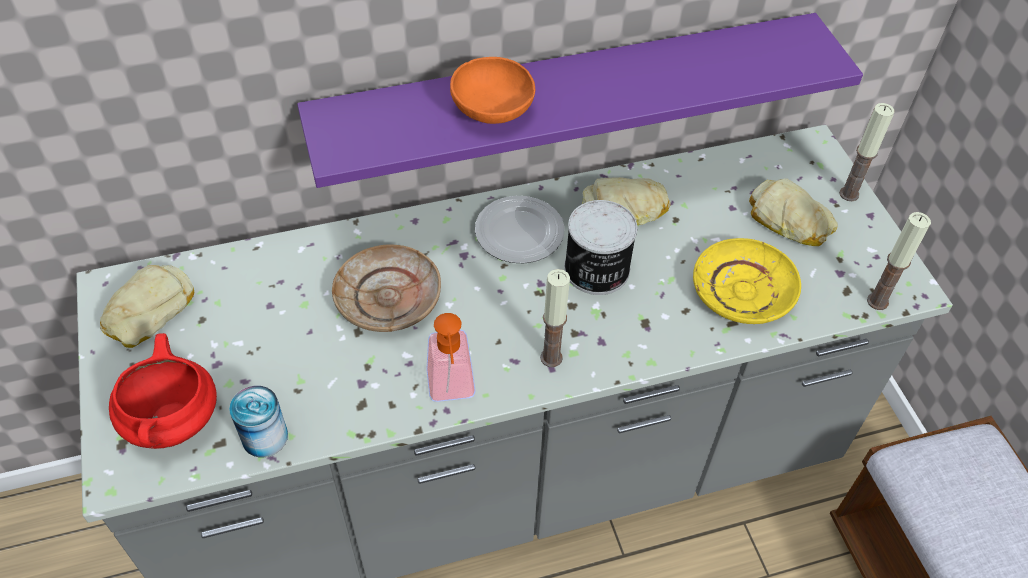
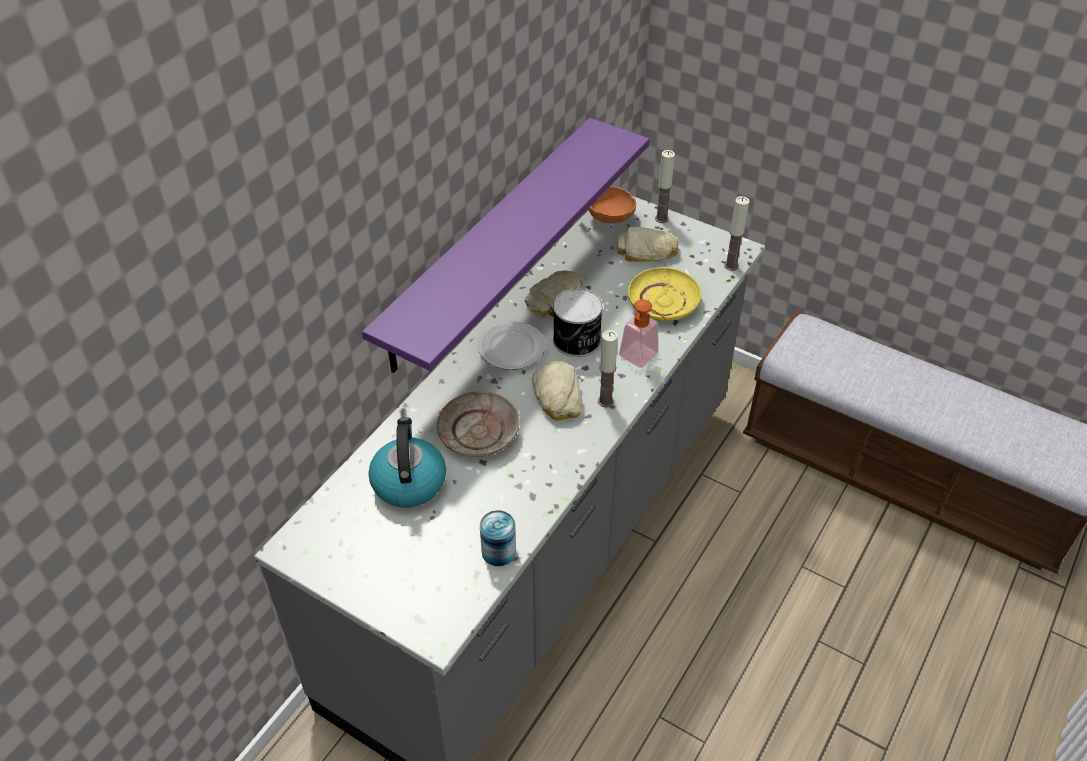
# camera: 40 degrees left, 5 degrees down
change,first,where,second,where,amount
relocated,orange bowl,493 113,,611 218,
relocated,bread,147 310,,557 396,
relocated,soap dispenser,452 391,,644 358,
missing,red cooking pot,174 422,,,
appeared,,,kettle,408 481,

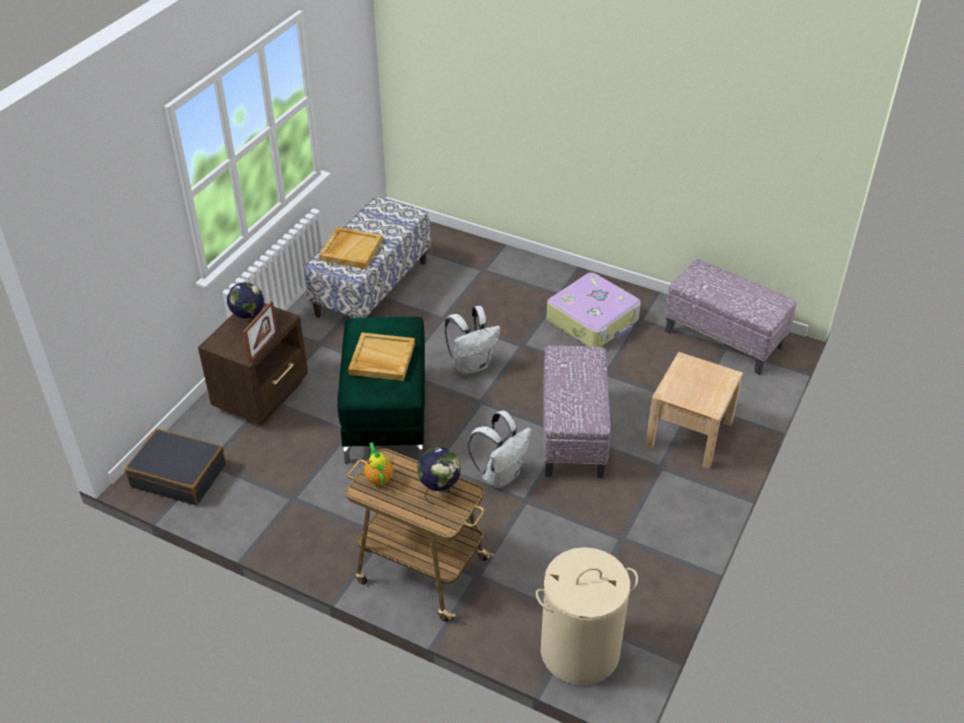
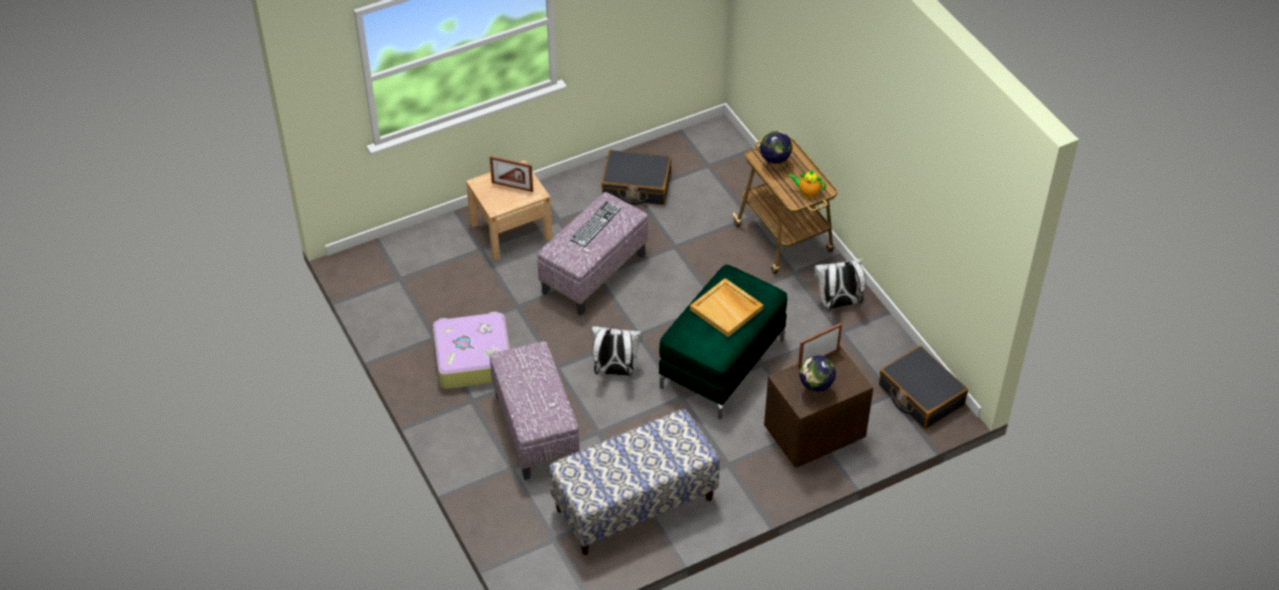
# camera: 145 degrees left, 5 degrees up
change,first,where,second,where,amount
missing,beige tray,351 250,,,
relocated,ottoman,724 339,,534 429,
relocated,white backpack,501 475,,837 304,
spun,teapot,378 477,,807 192,90 degrees clockwise
missing,beige laundry basket,579 651,,,
appeared,,,black suitcase,636 186,
appeared,,,picture frame,512 186,
appeared,,,keyboard,596 224,

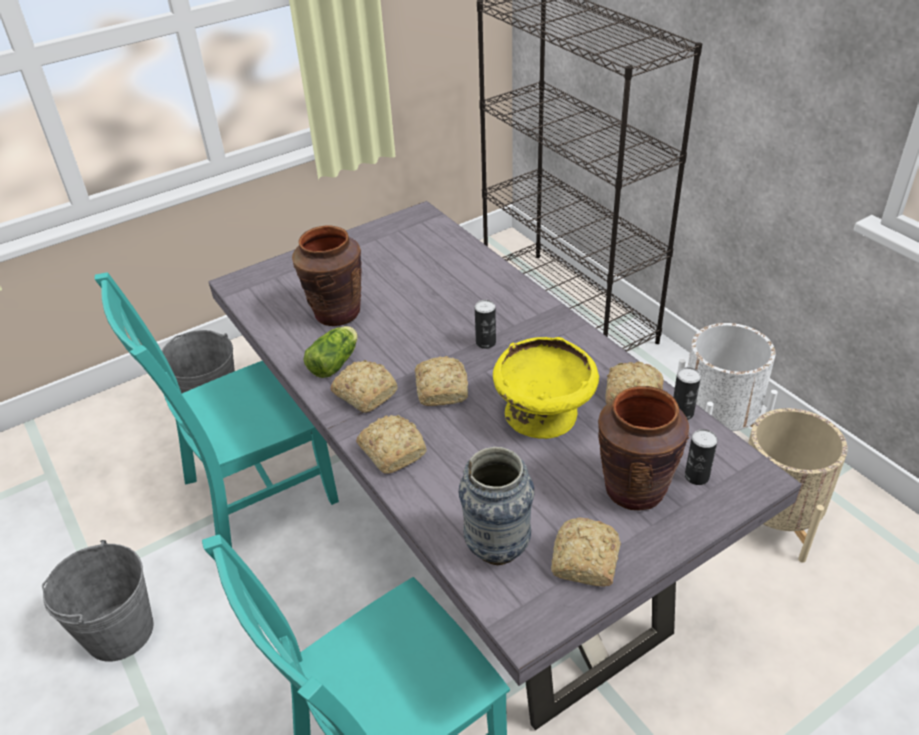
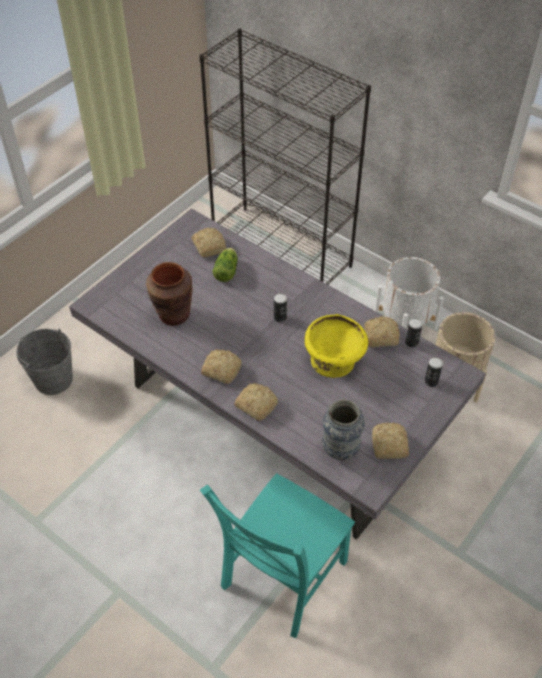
# camera: 20 degrees left, 10 degrees up
change,first,where,second,where,amount
missing,turquoise chair,253 493,,,
relocated,lettuce,336 362,,227 270,
relocated,bread,442 389,,209 246,
missing,brown vase,634 489,,,
missing,grey bucket,119 631,,,

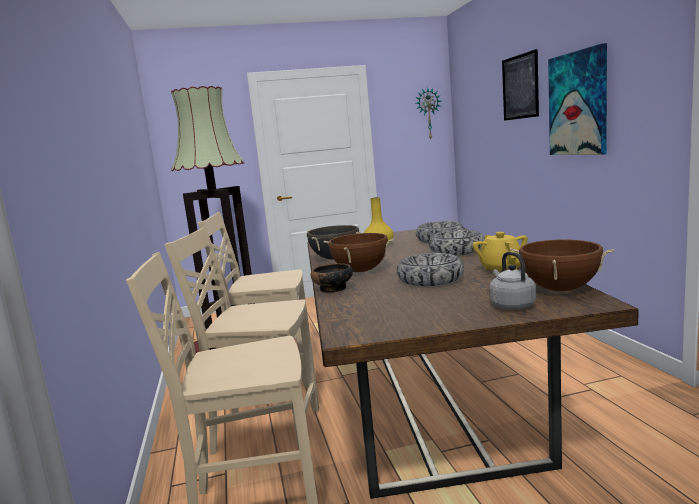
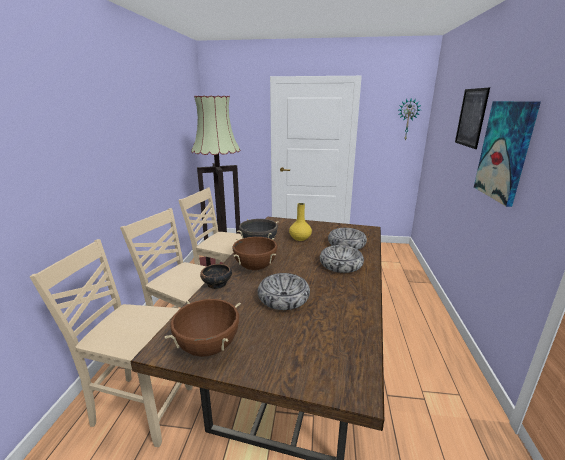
# camera: 20 degrees right, 10 degrees up
change,first,where,second,where,amount
missing,yellow teapot,501 269,,,
relocated,brown cooking pot,560 289,,208 347,
missing,grey kettle,511 305,,,

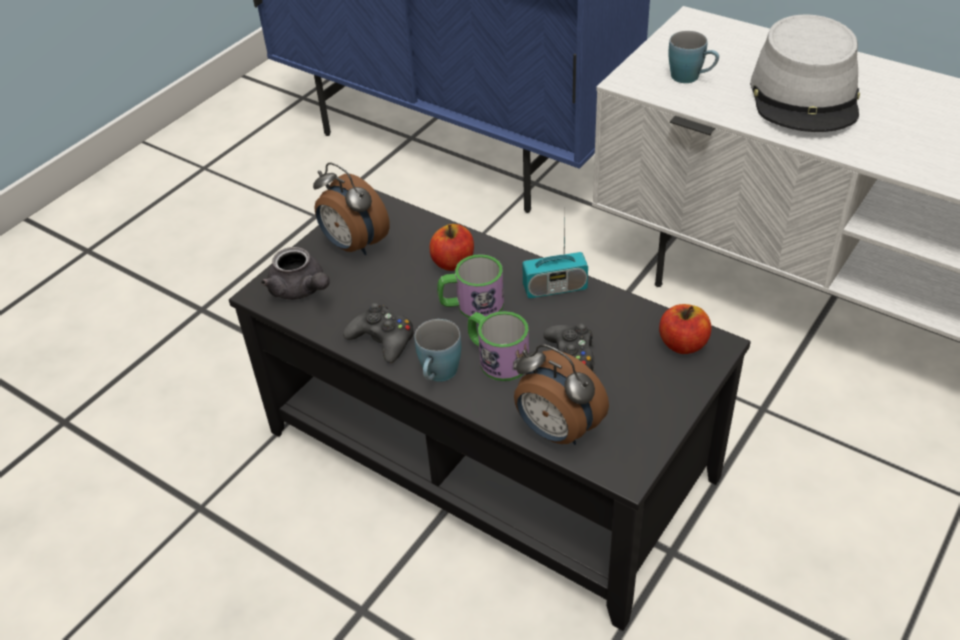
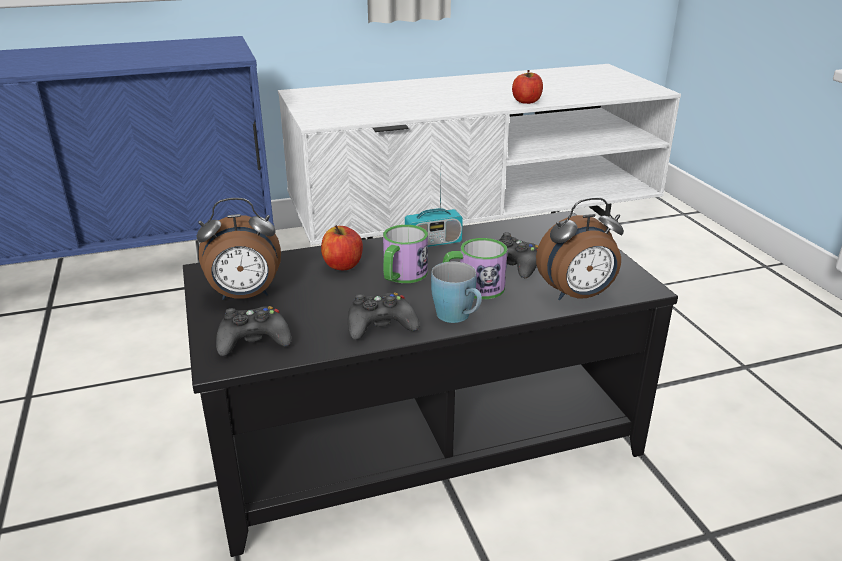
# camera: 55 degrees left, 15 degrees down
change,first,where,second,where,amount
missing,grey hat,805 94,,,
missing,blue mug,691 78,,,
spun,radio,555 288,,433 242,45 degrees clockwise
exchanged,grey teapot,301 290,black game controller,253 340,
relocated,apple,683 344,,526 101,

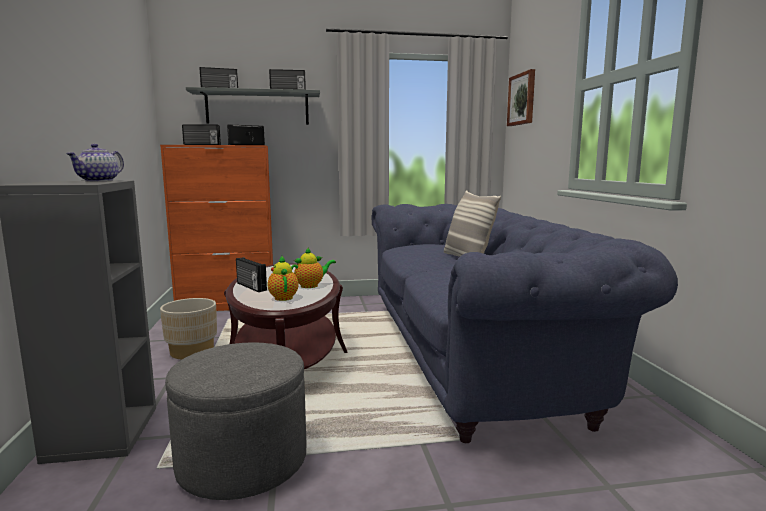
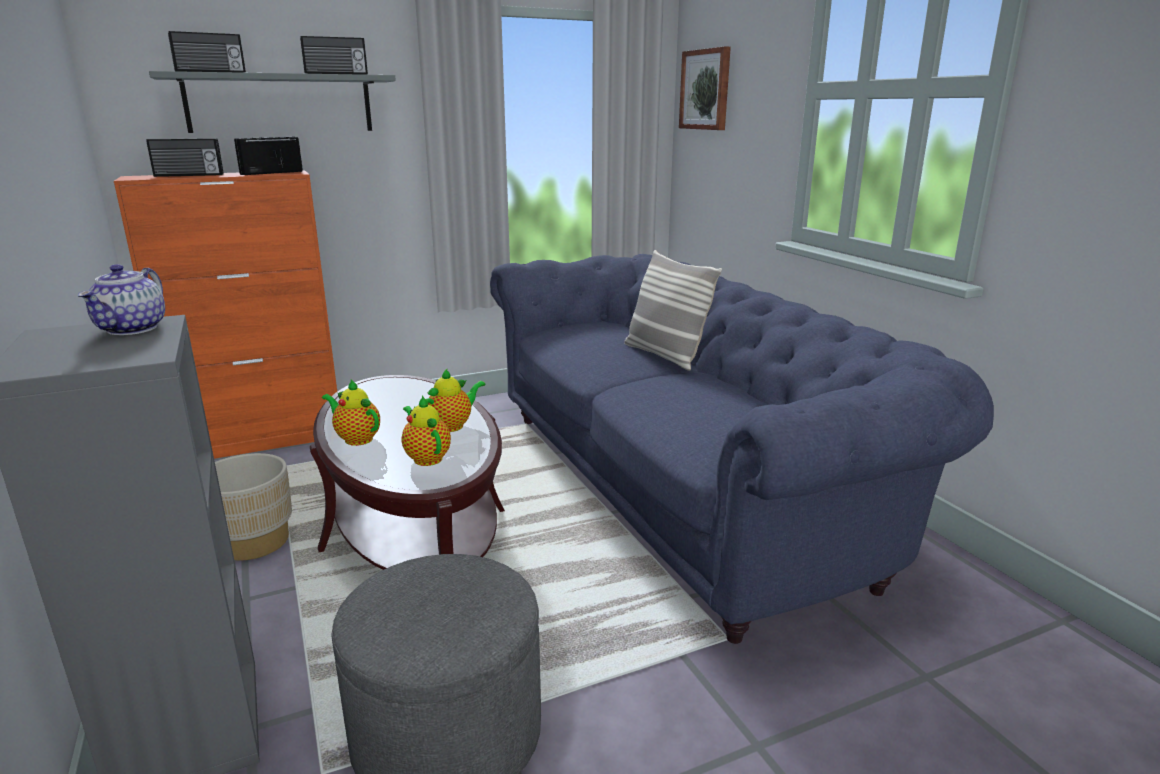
# camera: 15 degrees left, 10 degrees up
change,first,where,second,where,amount
exchanged,radio,250 287,teapot,356 438,

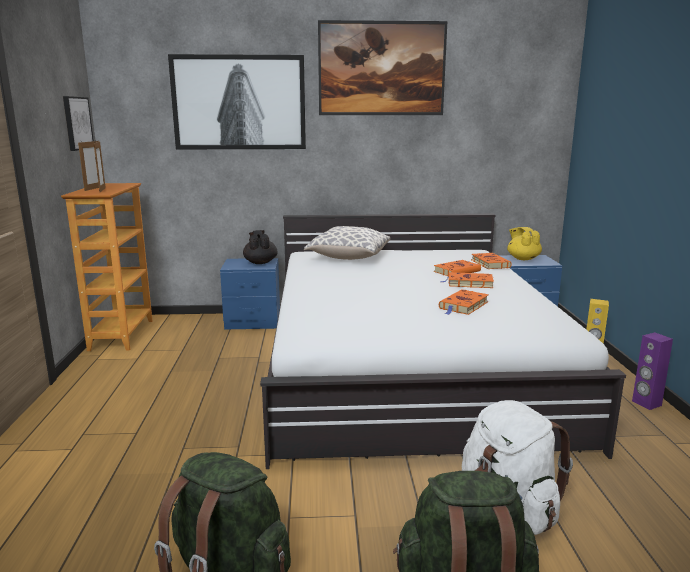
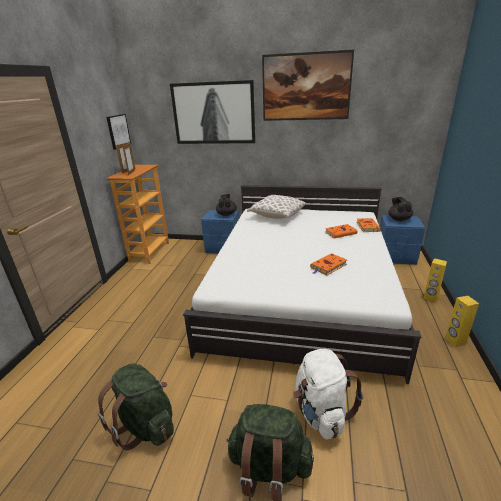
# camera: 15 degrees right, 10 degrees up
change,first,where,second,where,amount
colour,yellow teapot,523 258,black teapot,399 219,
missing,orange book,468 283,,,
colour,purple speaker,646 403,yellow speaker,455 341,

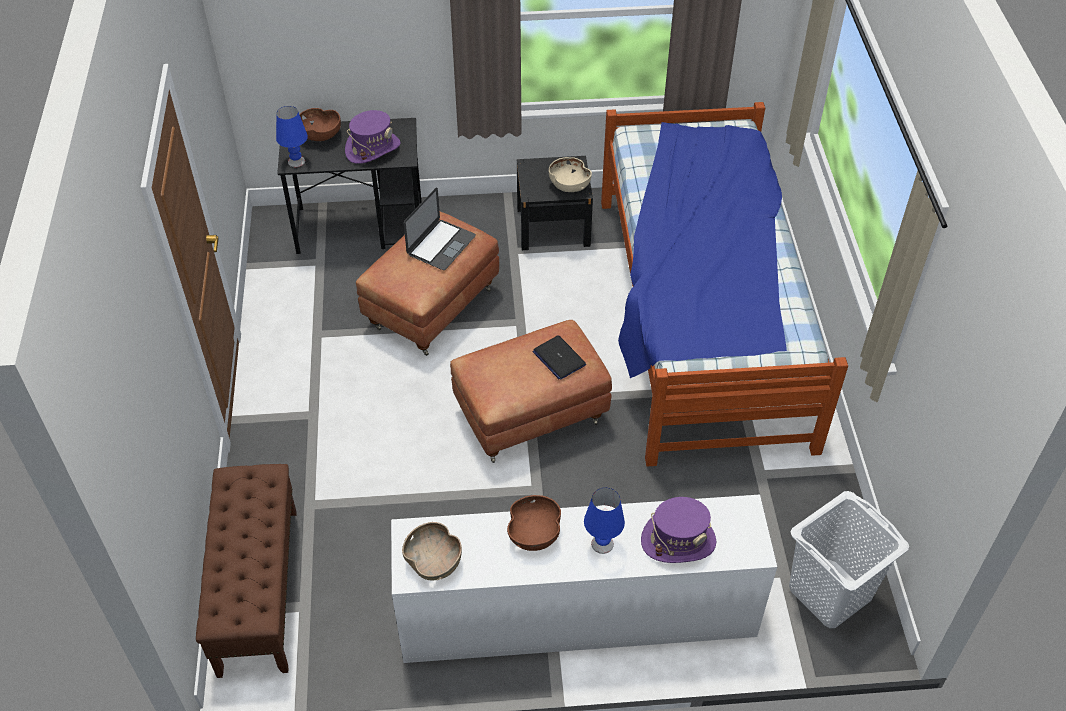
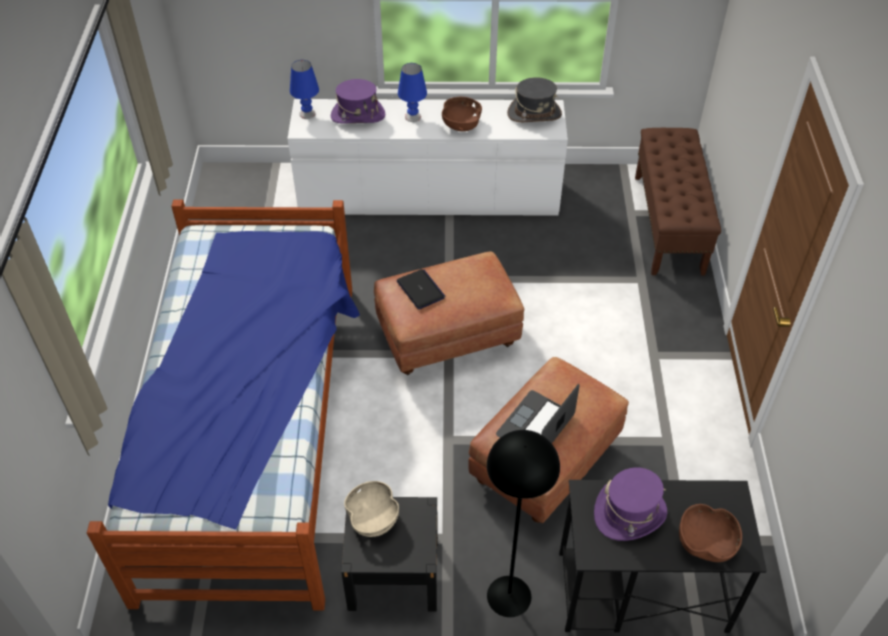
# camera: 175 degrees left, 0 degrees up
change,first,where,second,where,amount
relocated,blue table lamp,296 161,,307 114,
missing,white laundry basket,829 593,,,
exchanged,brown bowl,434 562,grey hat,534 114,
appeared,,,black floor lamp,508 596,

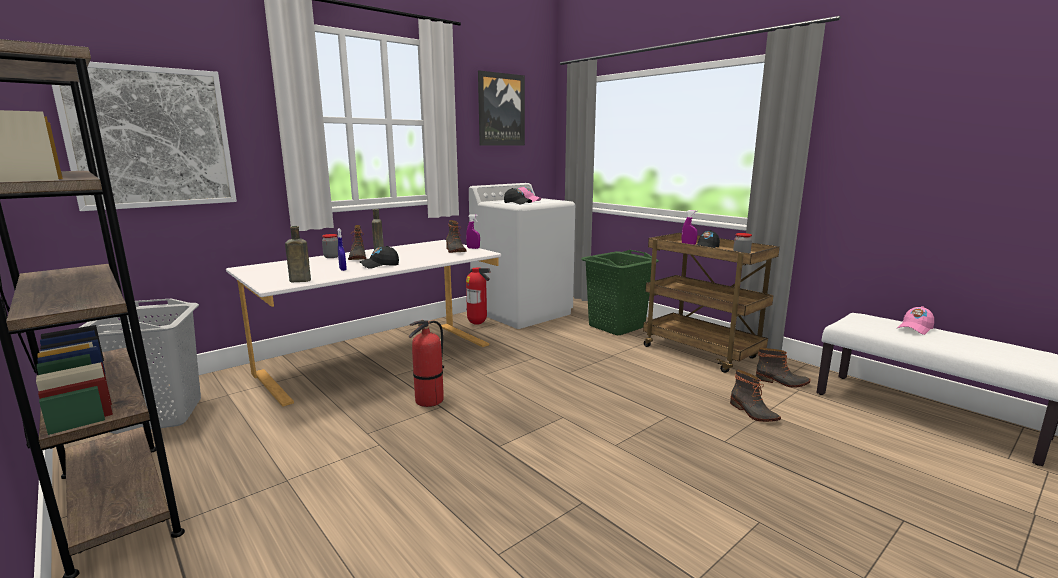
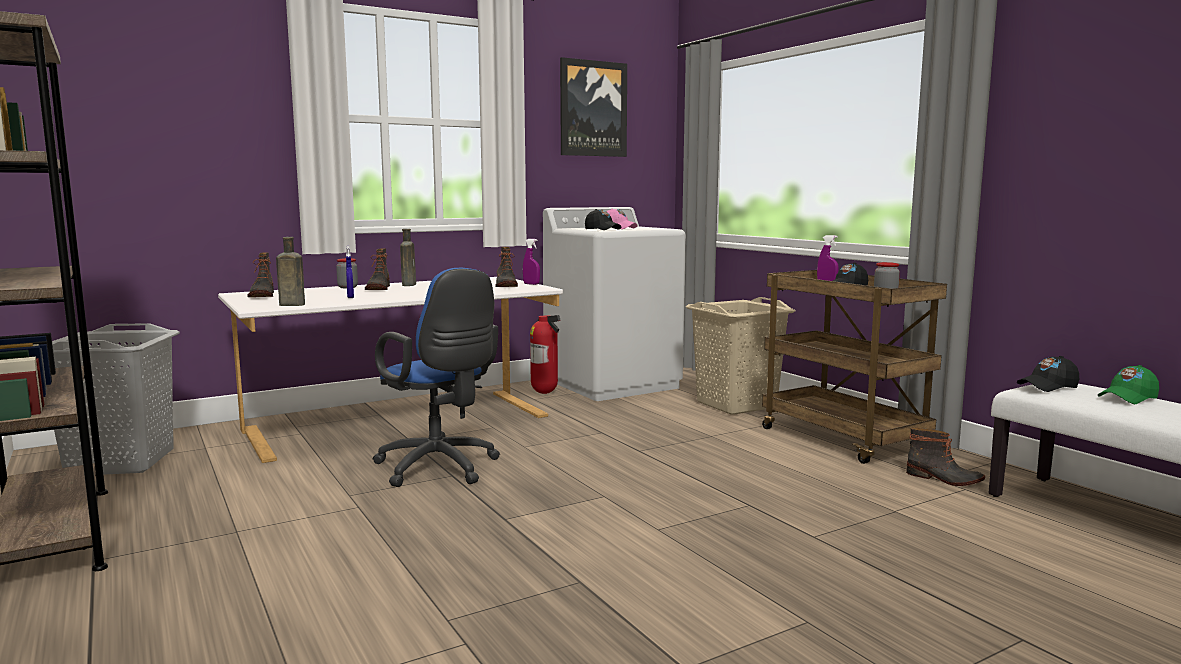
# camera: 10 degrees right, 5 degrees down
change,first,where,second,where,amount
missing,picture,151 138,,,
relocated,black cap,380 265,,1047 387,
colour,green laundry basket,617 326,beige laundry basket,737 405,
colour,pink cap,915 329,green cap,1128 398,
exchanged,fire extinguisher,429 401,blue office chair,441 469,
relocated,boot,752 413,,261 295,

